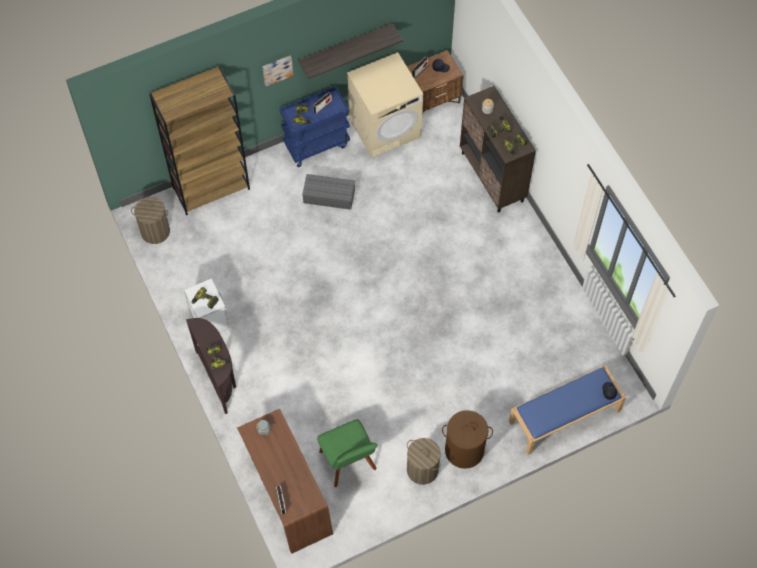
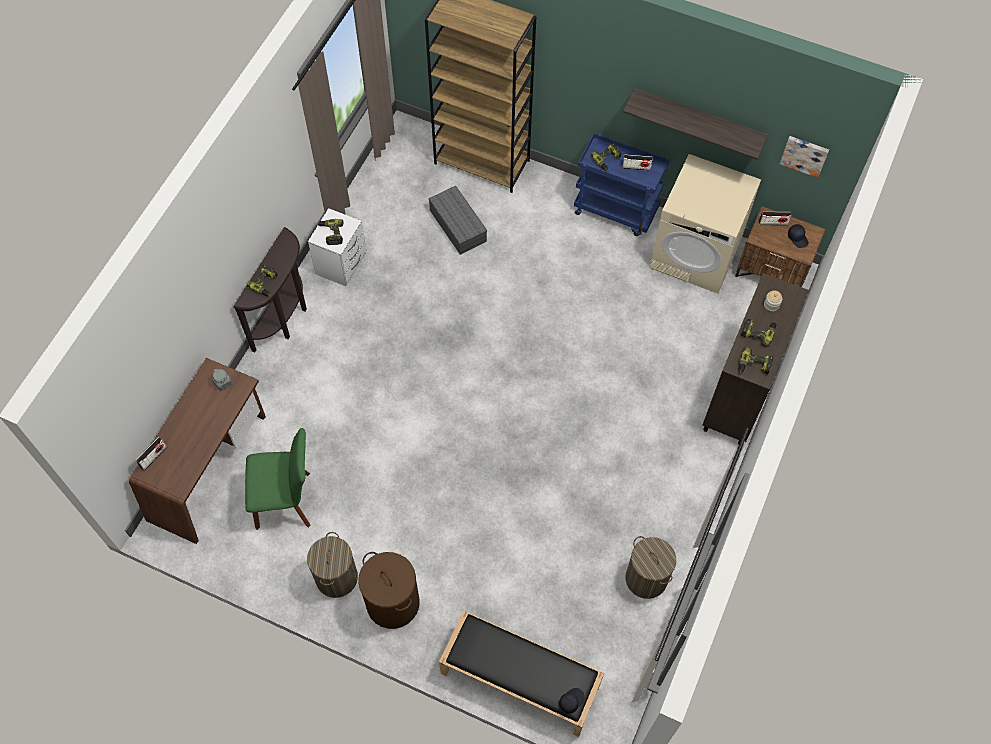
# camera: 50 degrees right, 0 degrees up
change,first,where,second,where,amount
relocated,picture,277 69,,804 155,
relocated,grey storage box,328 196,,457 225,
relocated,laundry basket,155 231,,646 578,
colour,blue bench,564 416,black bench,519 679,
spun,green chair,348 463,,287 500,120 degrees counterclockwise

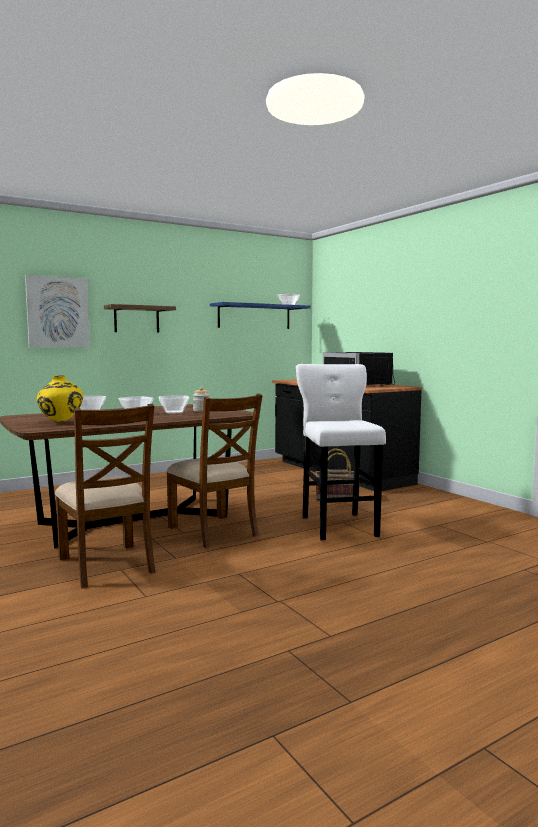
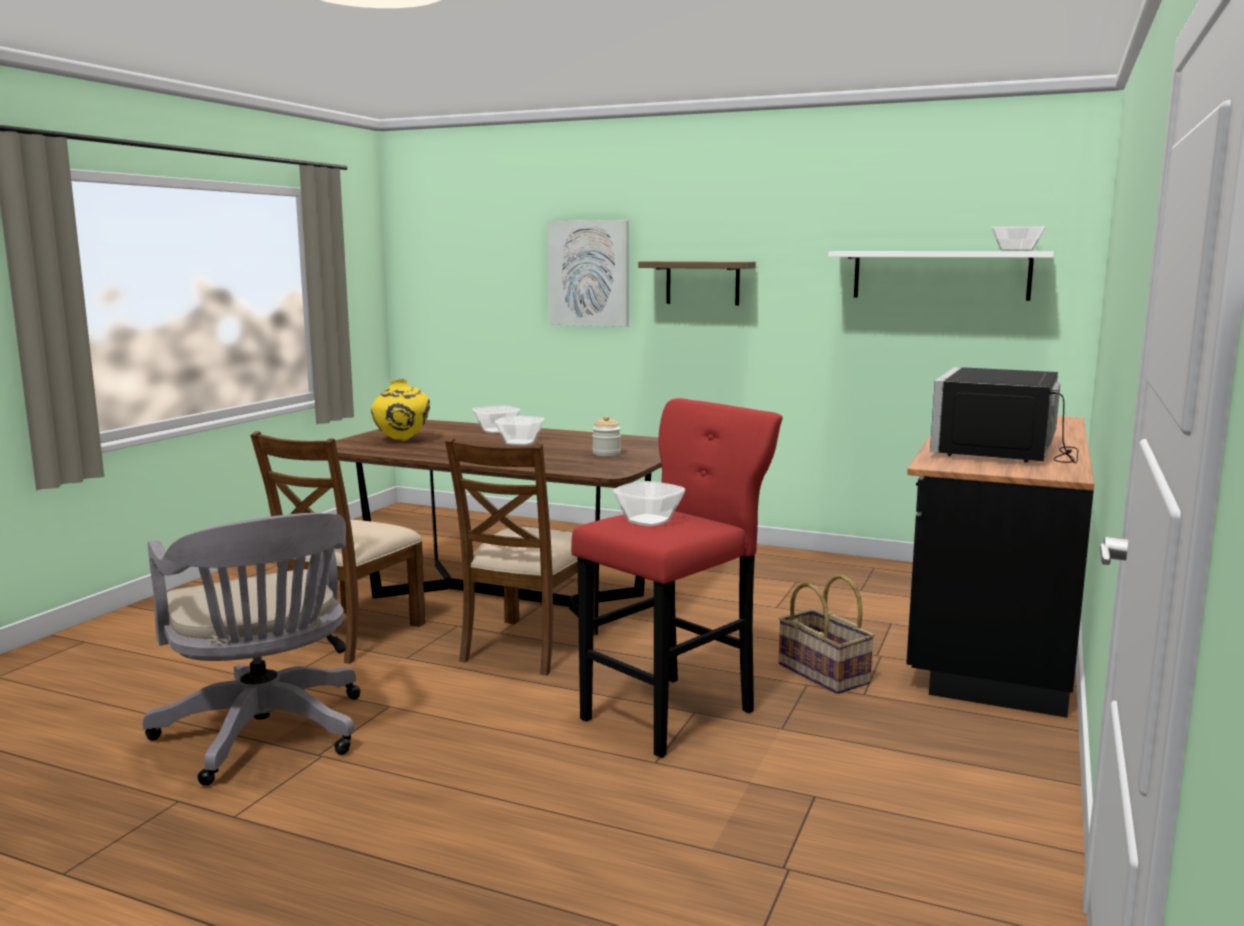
# camera: 55 degrees right, 5 degrees up
change,first,where,second,where,amount
colour,blue shelf,254 316,white shelf,940 275,
colour,white stool,338 525,red stool,674 712,
relocated,bowl,174 412,,650 521,
appeared,,,grey office chair,266 736,

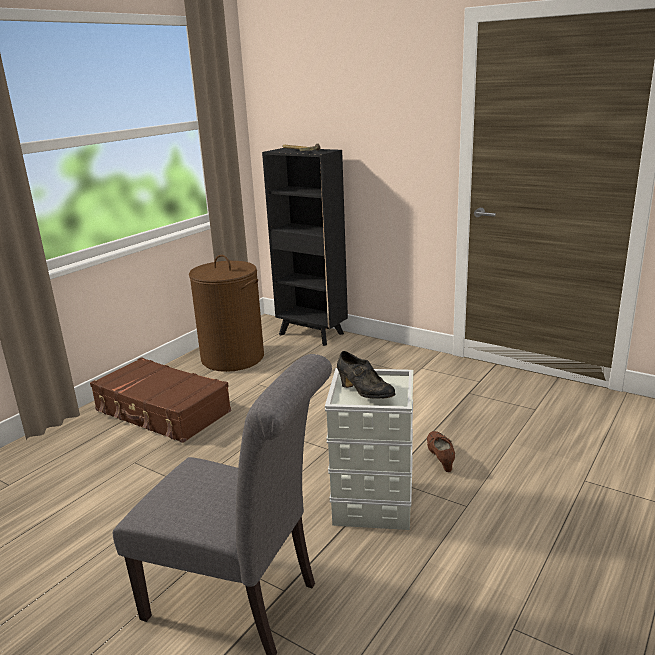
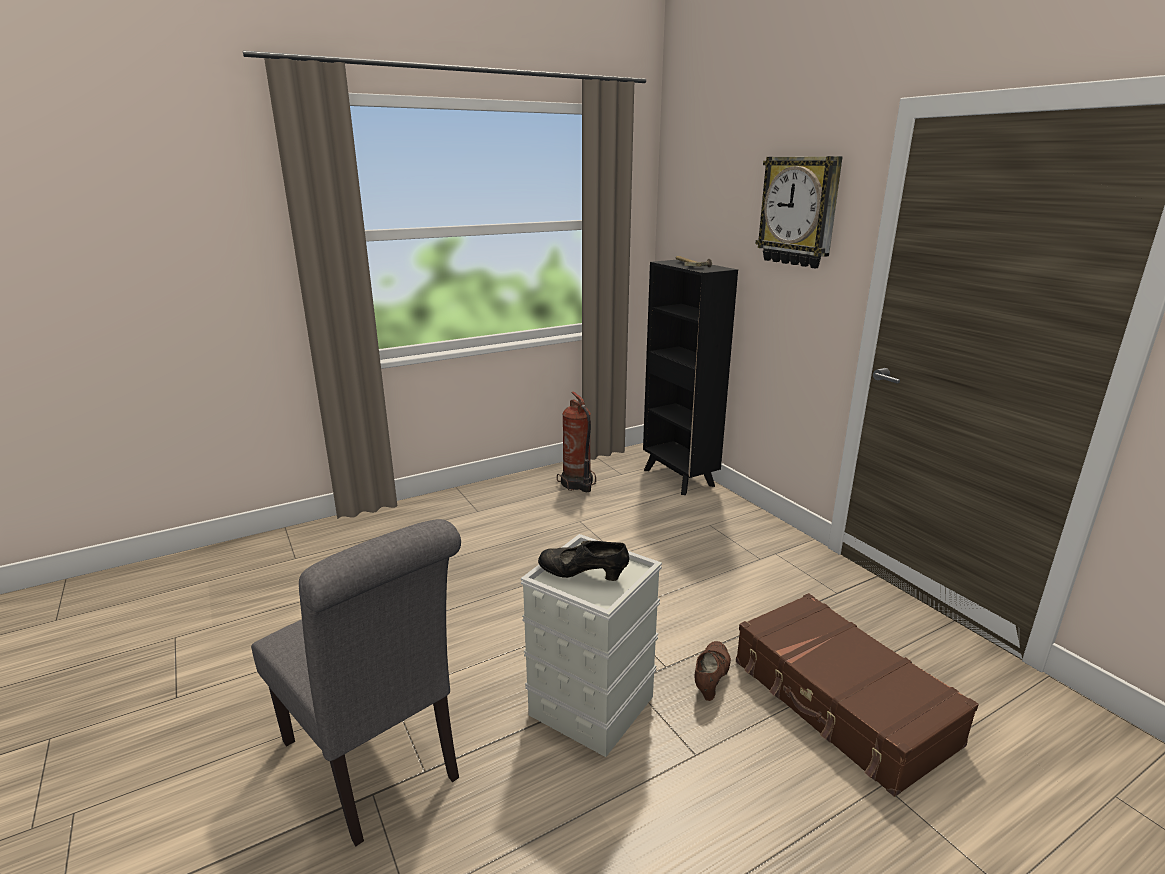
# camera: 25 degrees right, 0 degrees up
change,first,where,second,where,amount
exchanged,brown laundry basket,232 358,fire extinguisher,577 484,
spun,black shoe,365 393,,583 576,120 degrees clockwise
relocated,brown suitcase,162 412,,840 703,
appeared,,,wall clock,799 211,

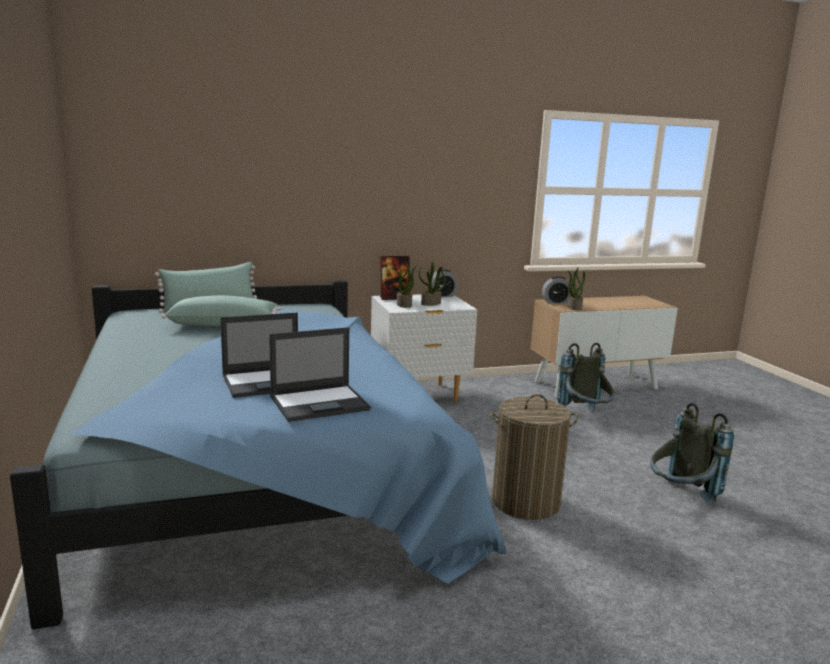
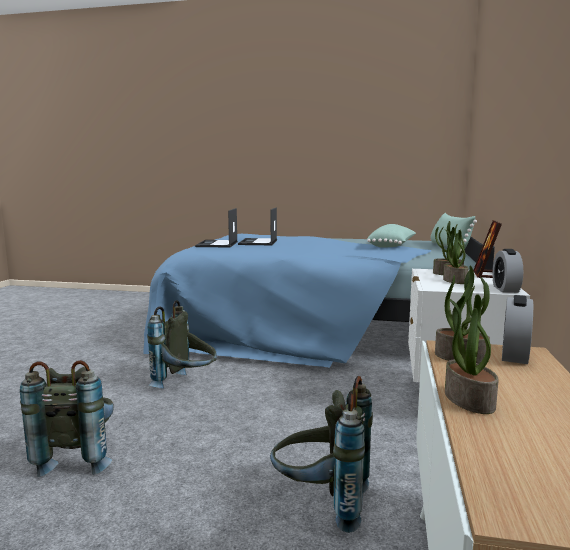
# camera: 120 degrees right, 5 degrees down
change,first,where,second,where,amount
exchanged,laundry basket,525 502,grey backpack,186 385,
appeared,,,potted plant,467 399,

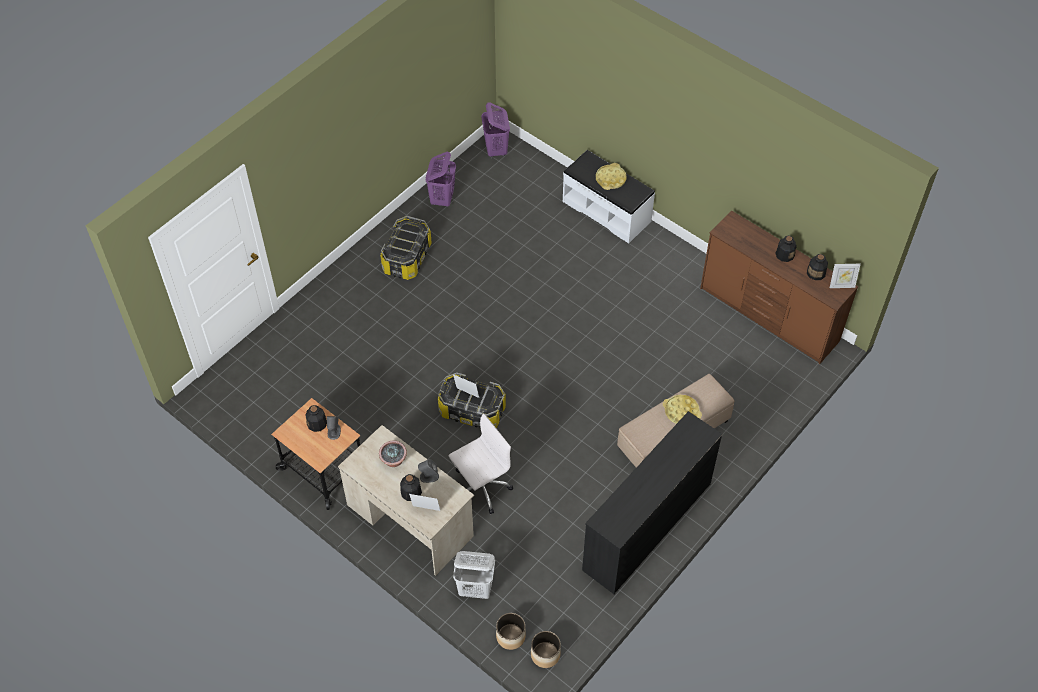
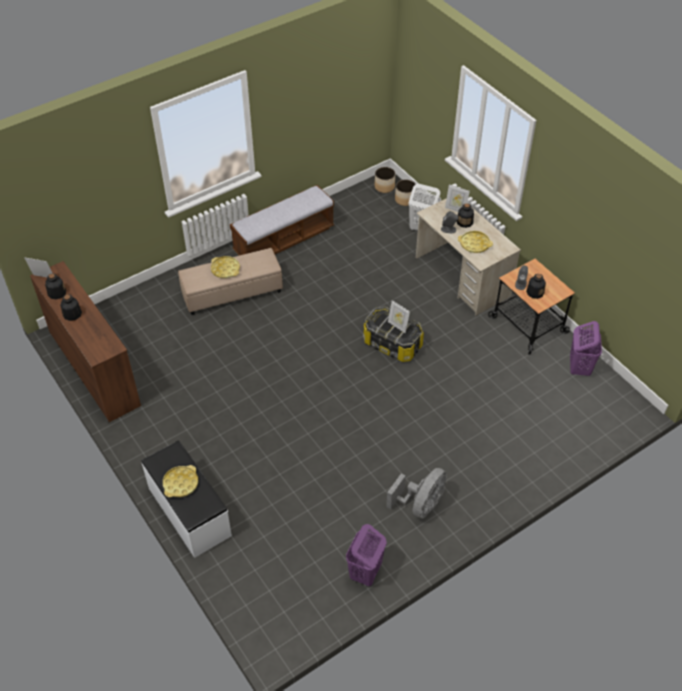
# camera: 165 degrees left, 5 degrees down
change,first,where,second,where,amount
relocated,purple laundry basket,496 150,,579 367,
exchanged,storage box,407 258,grey fan,420 505,
exchanged,black dresser,646 526,bench,284 239,
missing,white office chair,480 487,,,
exchanged,potted plant,394 461,yellow tray,474 244,

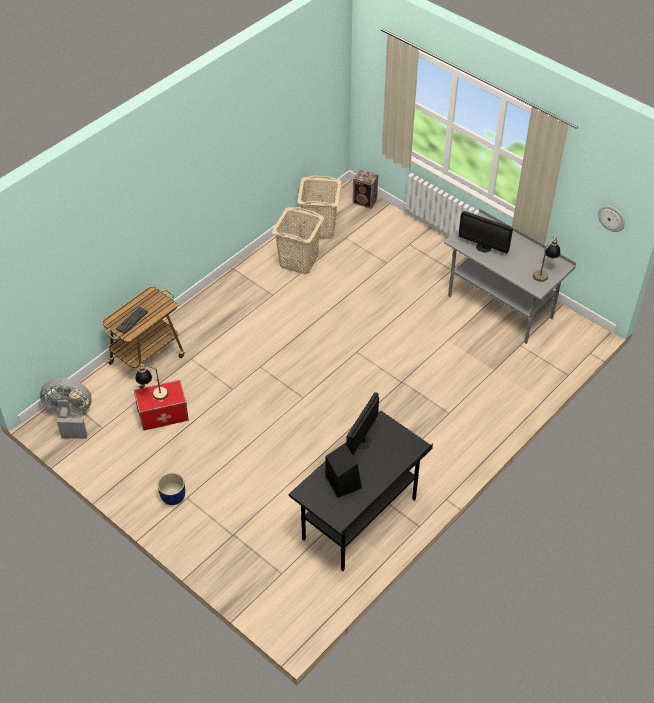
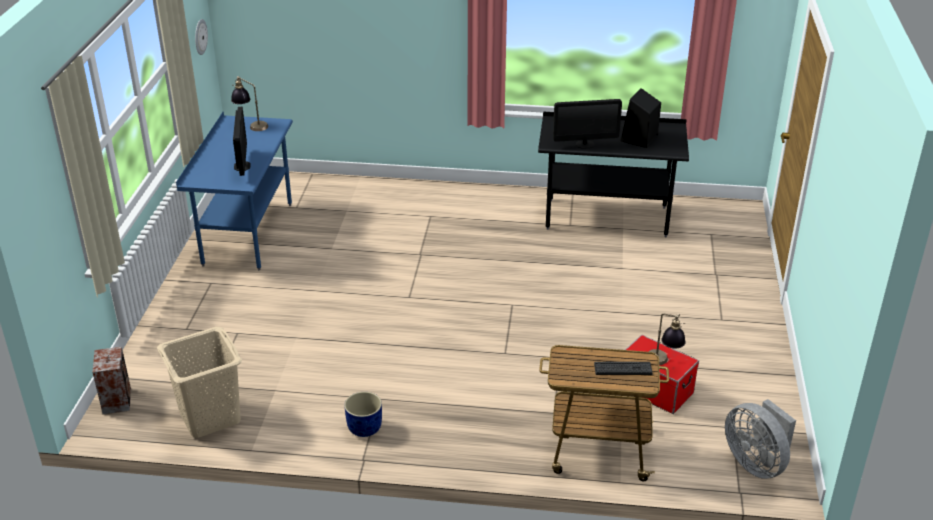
# camera: 125 degrees left, 15 degrees down
change,first,where,second,where,amount
missing,beige laundry basket,298 261,,,
colour,grey desk,500 307,blue desk,247 234,
relocated,blue planter,173 497,,365 428,

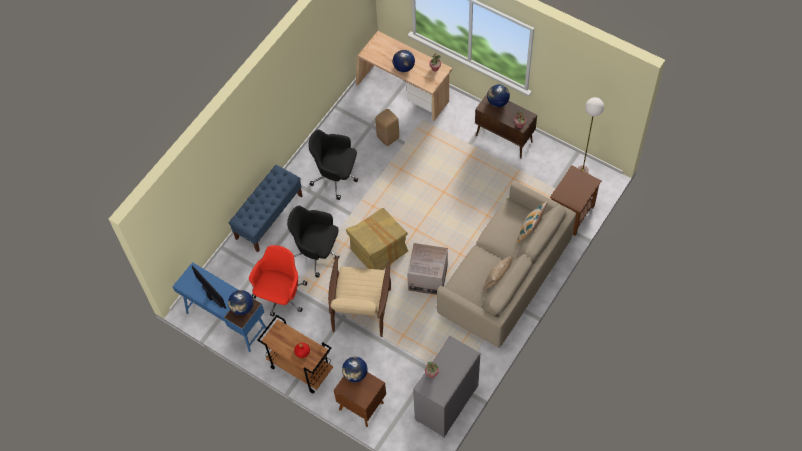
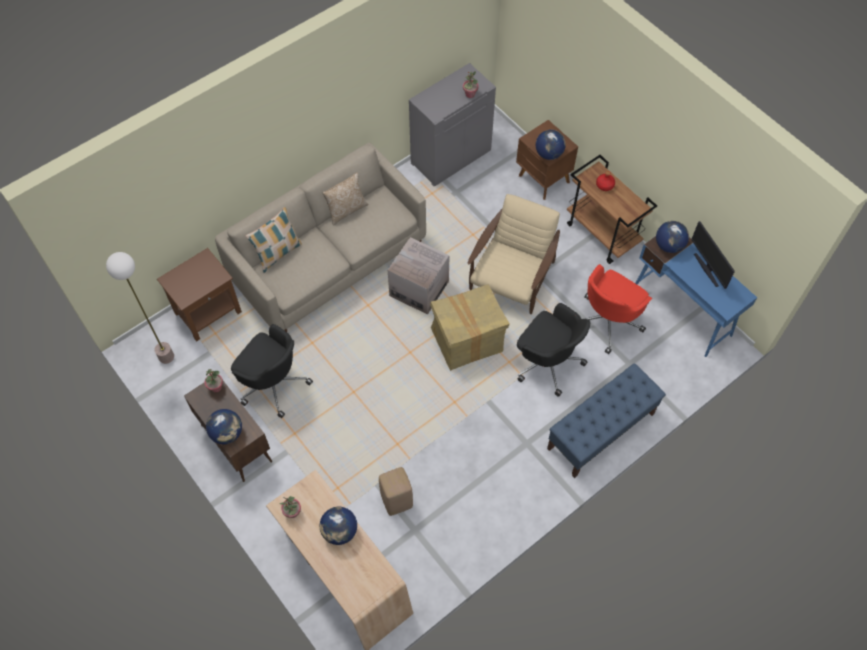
# camera: 165 degrees left, 0 degrees up
change,first,where,second,where,amount
relocated,black office chair,336 177,,273 383,

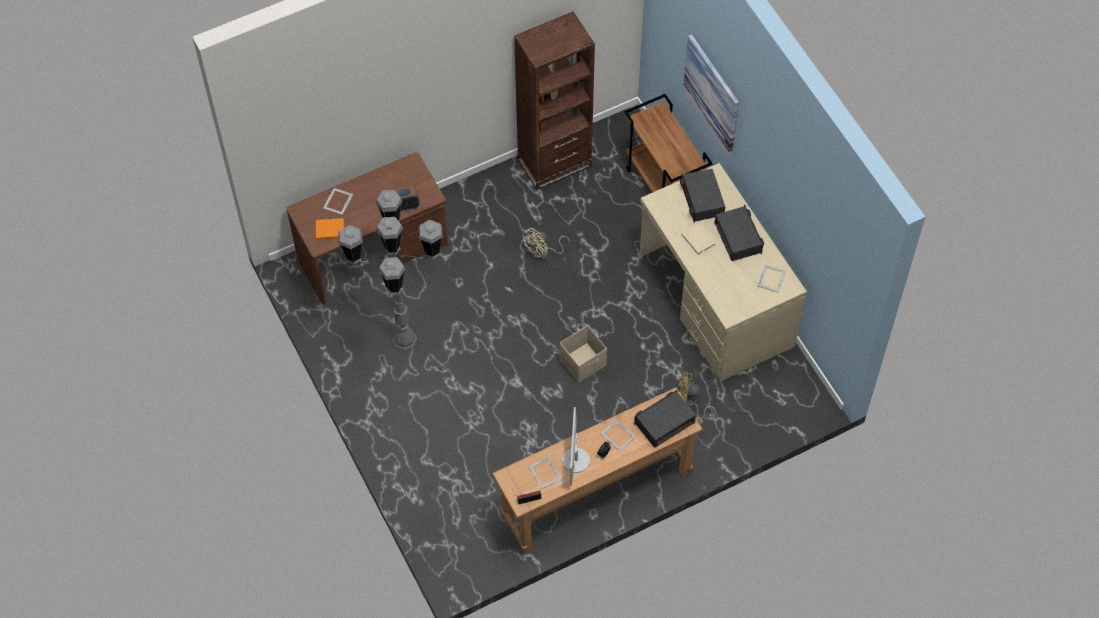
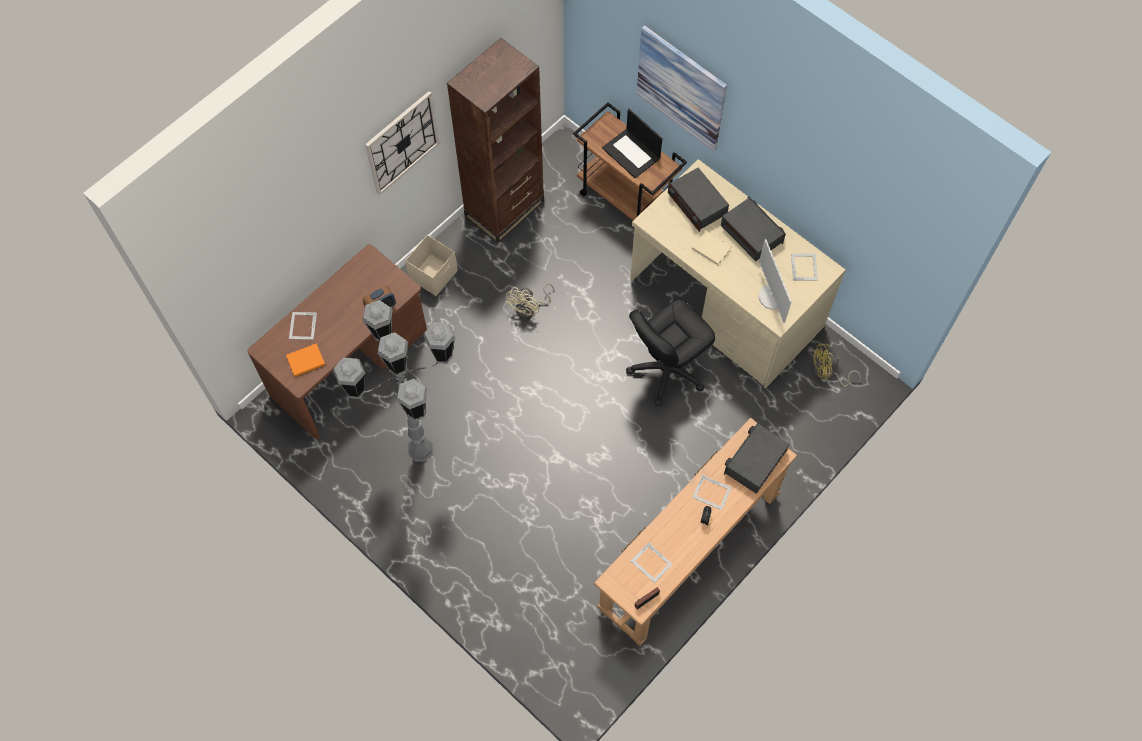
# camera: 20 degrees left, 5 degrees up
change,first,where,second,where,amount
relocated,beige storage box,583 363,,434 275,
relocated,yellow fan,690 403,,827 373,
relocated,monitor,575 460,,773 297,
appeared,,,wall clock,402 142,
appeared,,,laptop,632 153,
appeared,,,black office chair,667 370,

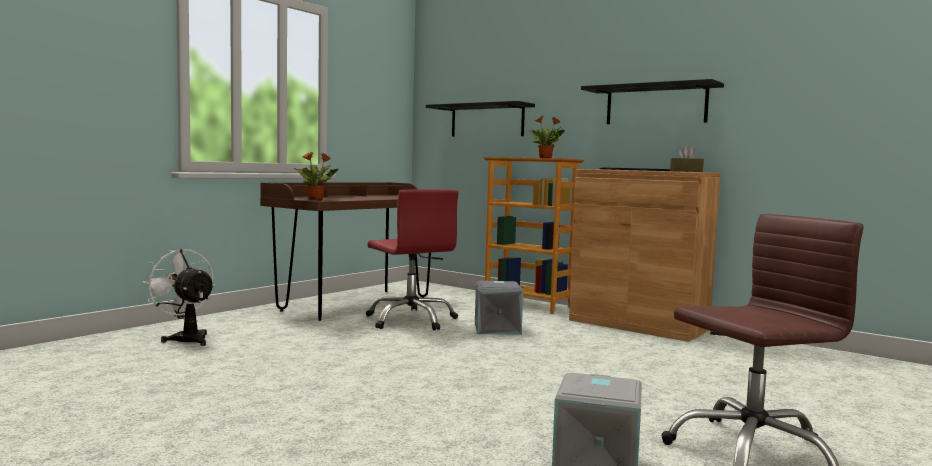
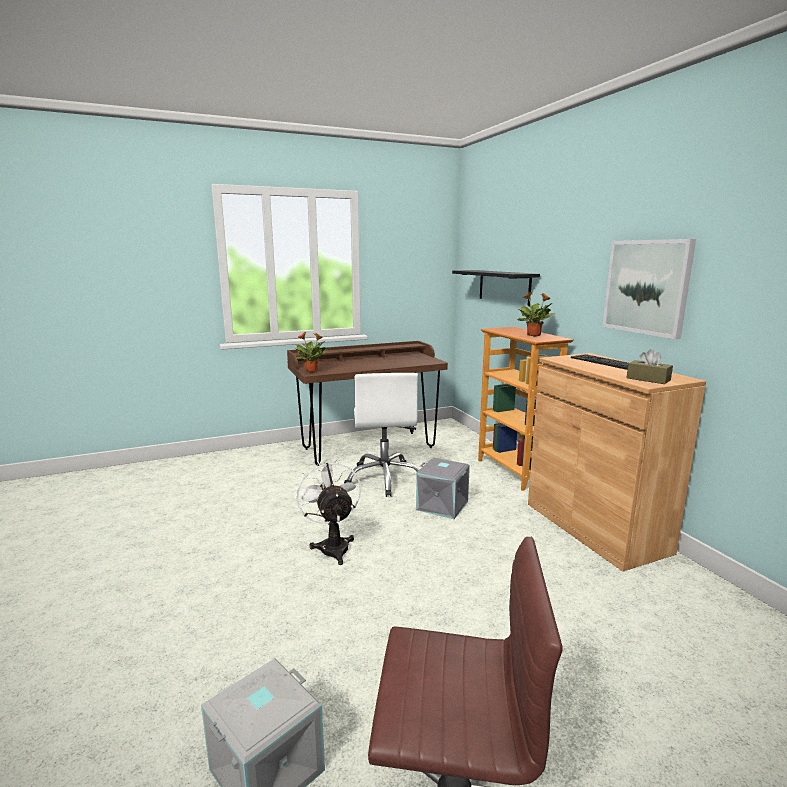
# camera: 30 degrees right, 10 degrees up
change,first,where,second,where,amount
exchanged,black shelf,655 105,picture,647 287,
colour,red office chair,411 320,white office chair,385 478,
relocated,white fan,186 338,,332 545,

